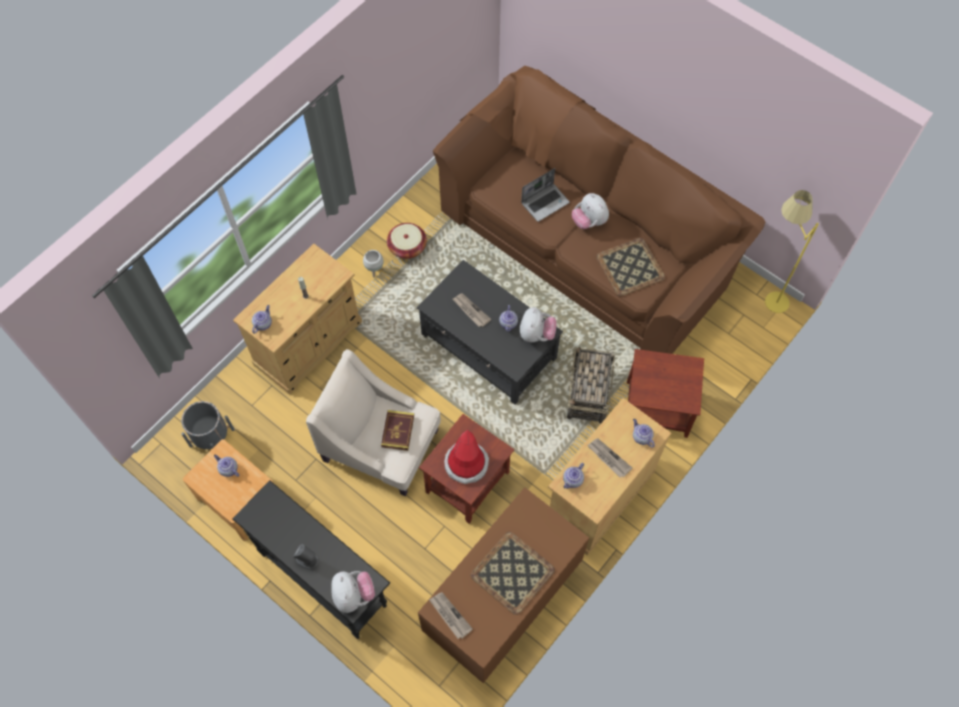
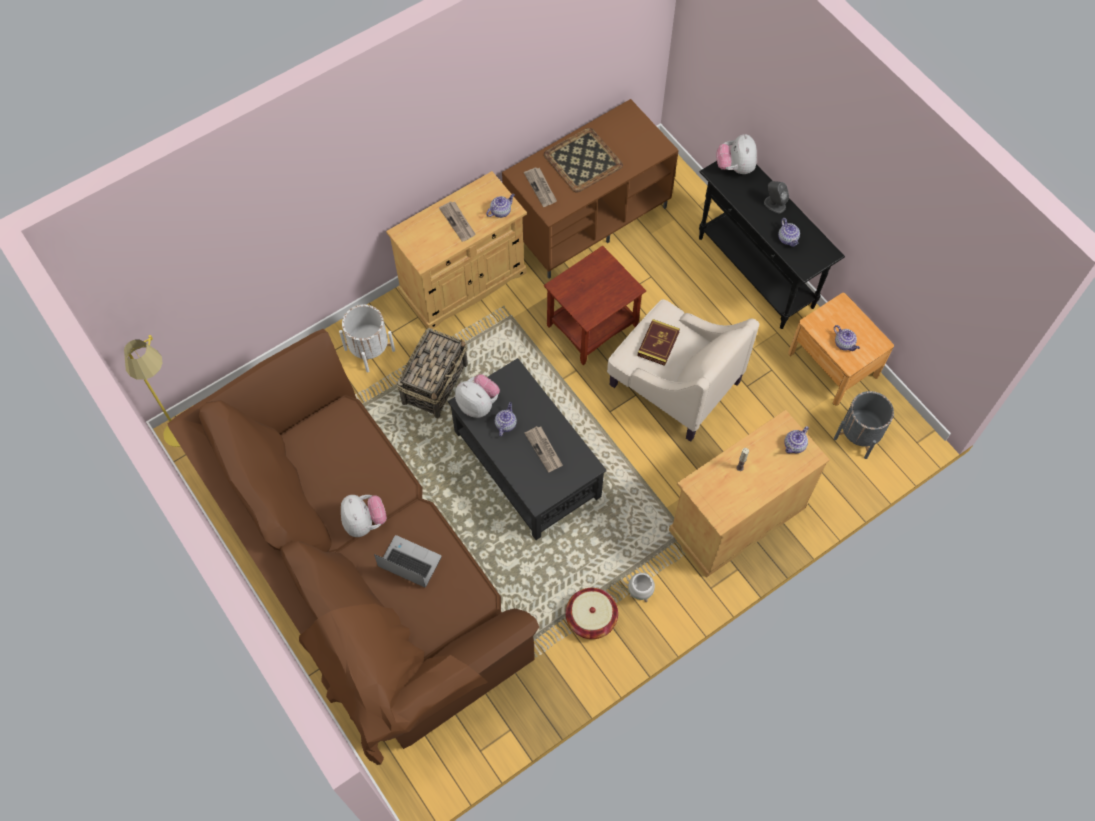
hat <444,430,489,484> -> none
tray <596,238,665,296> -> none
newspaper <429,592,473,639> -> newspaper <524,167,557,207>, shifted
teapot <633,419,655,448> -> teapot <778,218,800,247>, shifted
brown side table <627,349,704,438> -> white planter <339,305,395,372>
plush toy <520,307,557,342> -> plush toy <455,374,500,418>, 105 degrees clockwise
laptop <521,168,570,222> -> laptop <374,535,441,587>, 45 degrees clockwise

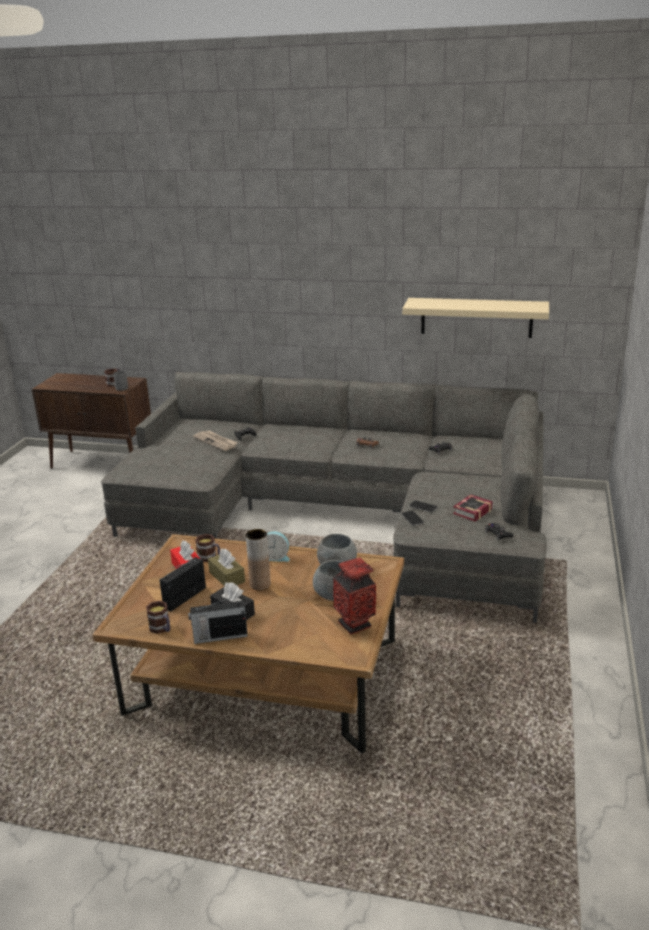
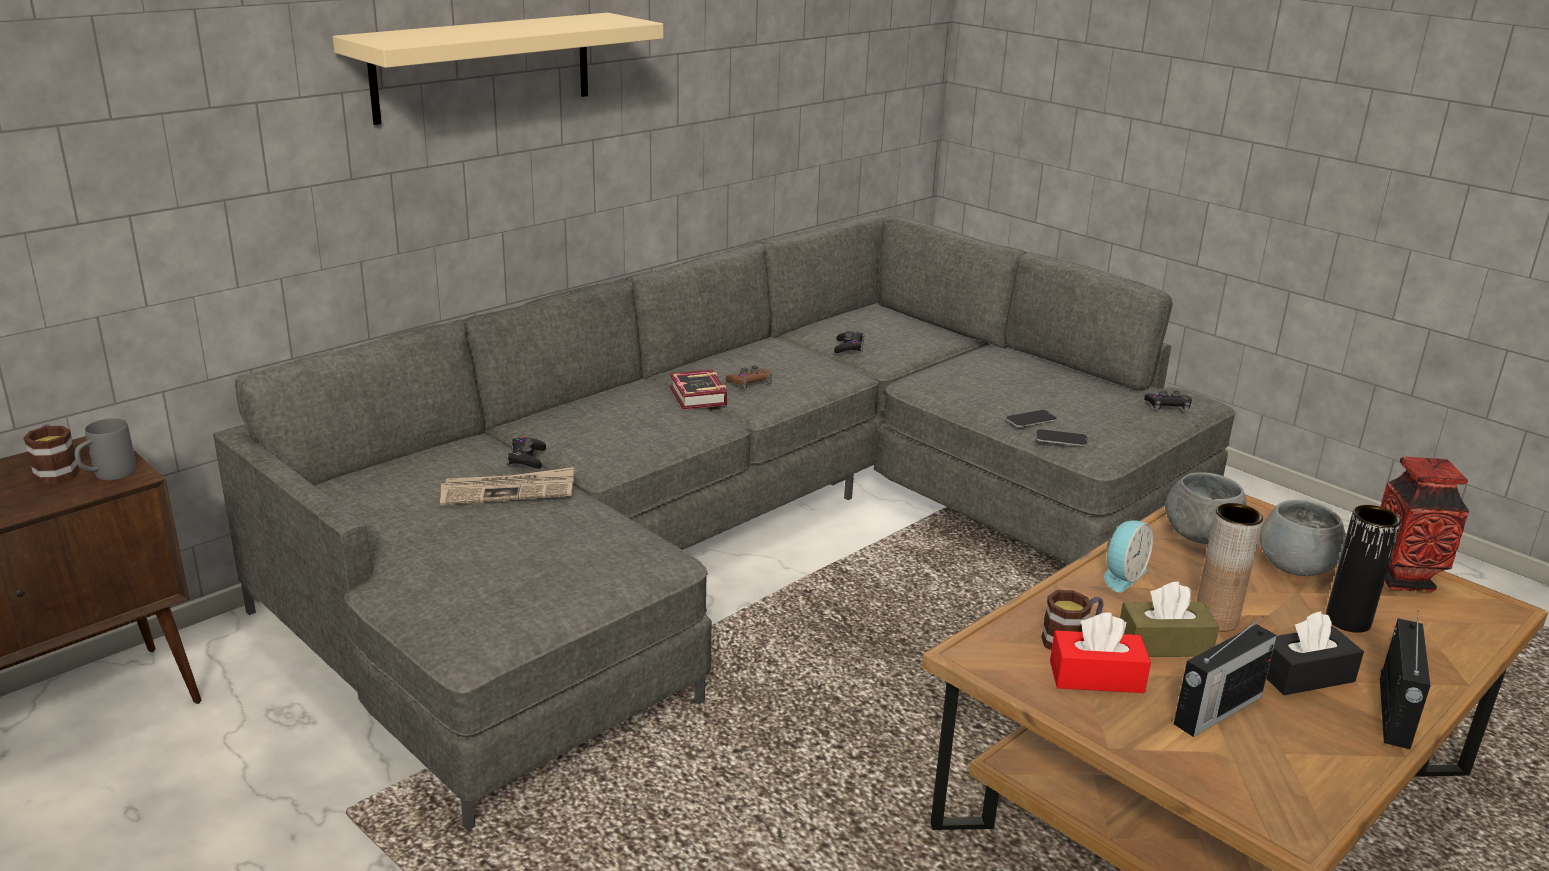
mug <146,601,170,634> -> none
none -> black vase <1326,505,1401,633>
beige shelf <402,298,549,338> -> beige shelf <333,13,663,125>, shifted
book <453,494,493,522> -> book <670,370,727,410>, shifted
radio <159,557,206,612> -> radio <1174,616,1277,737>, 105 degrees counterclockwise

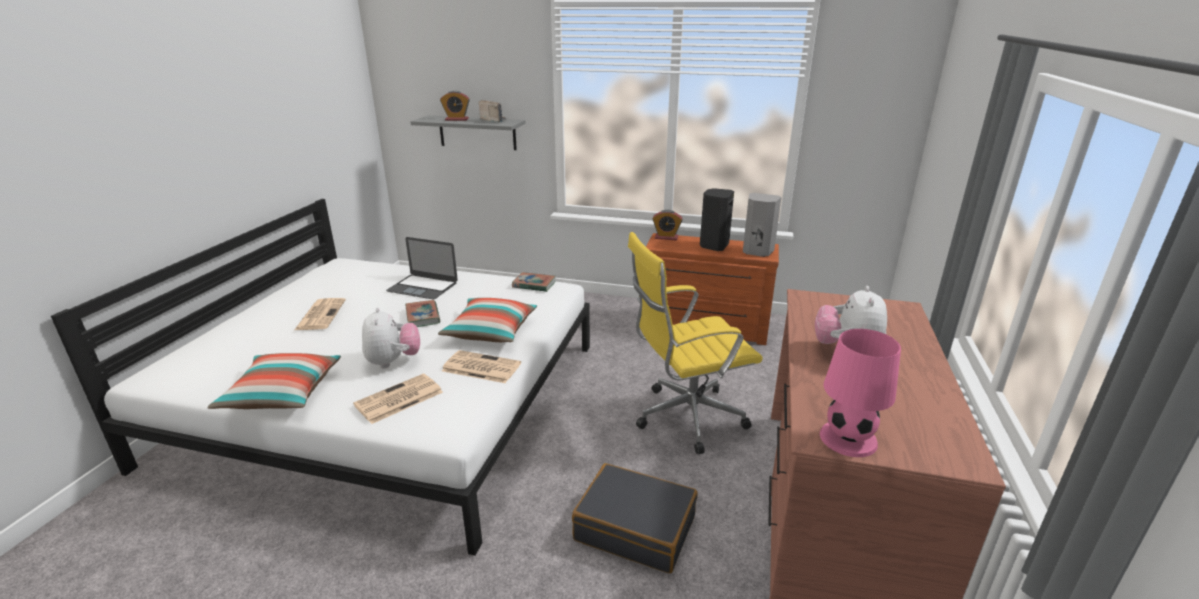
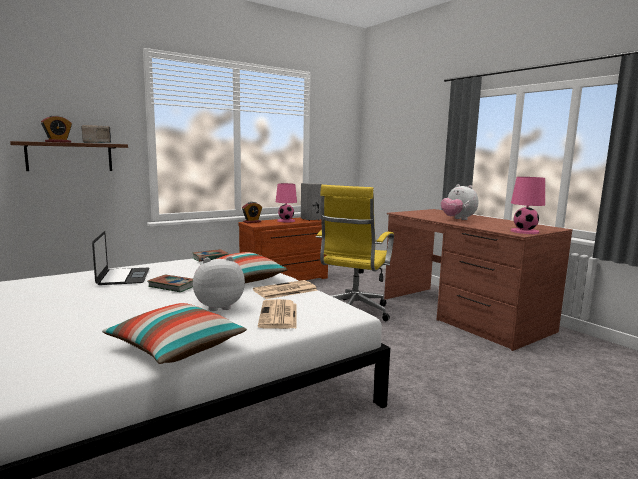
newspaper <295,298,346,330> -> none
black suitcase <572,463,698,573> -> none
black speaker <700,188,734,251> -> pink table lamp <276,183,297,222>
grey shelf <410,115,526,150> -> brown shelf <10,141,128,171>
plush toy <362,307,420,369> -> plush toy <193,256,245,311>, 45 degrees counterclockwise
laptop <386,237,458,299> -> laptop <92,231,149,285>, 75 degrees counterclockwise

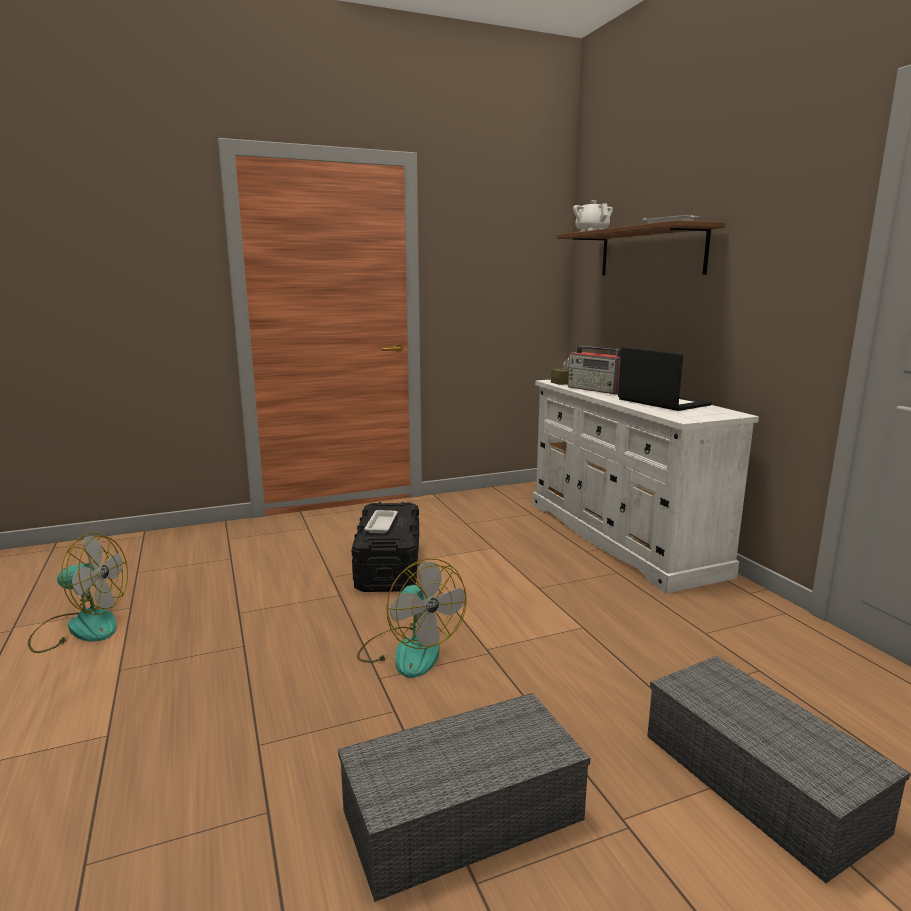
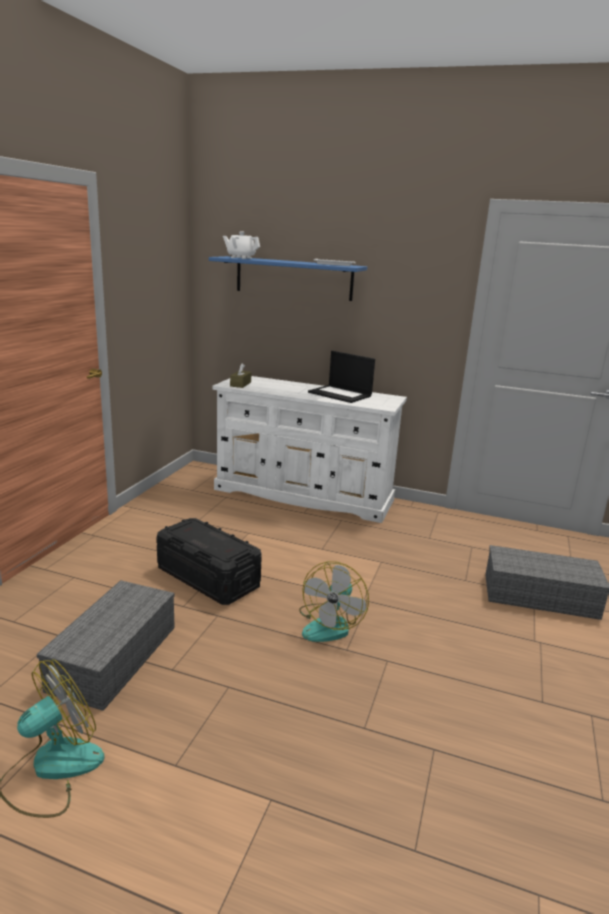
white tray <364,510,398,533> -> none
radio <568,346,621,395> -> none
grey storage box <338,693,590,902> -> grey storage box <37,580,175,711>, shifted
brown shelf <557,220,725,275> -> blue shelf <209,256,367,301>
fan <357,558,467,678> -> fan <299,561,369,642>, 105 degrees clockwise
laptop <618,347,712,411> -> laptop <308,351,375,403>, 150 degrees counterclockwise

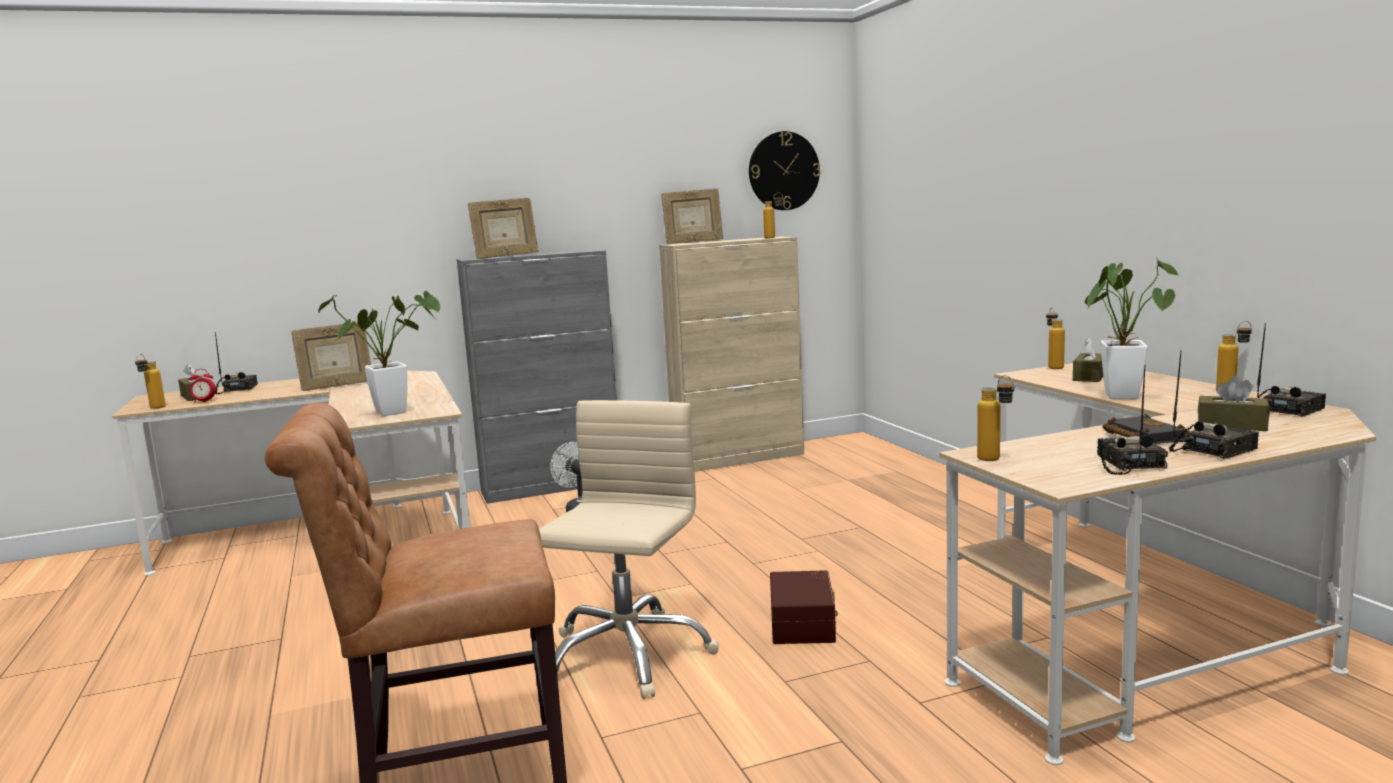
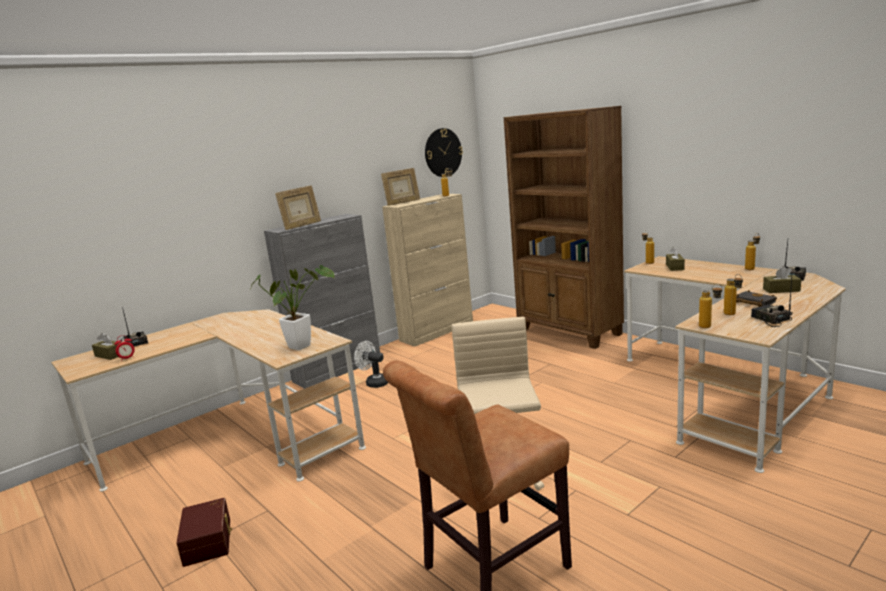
picture frame <291,322,371,391> -> none
potted plant <1085,257,1178,399> -> none
radio <1169,350,1259,459> -> none
none -> brown bookcase <504,106,624,349>
bottle <135,354,166,409> -> bottle <724,274,743,315>, shifted
brown storage box <770,570,838,644> -> brown storage box <176,498,232,567>, shifted

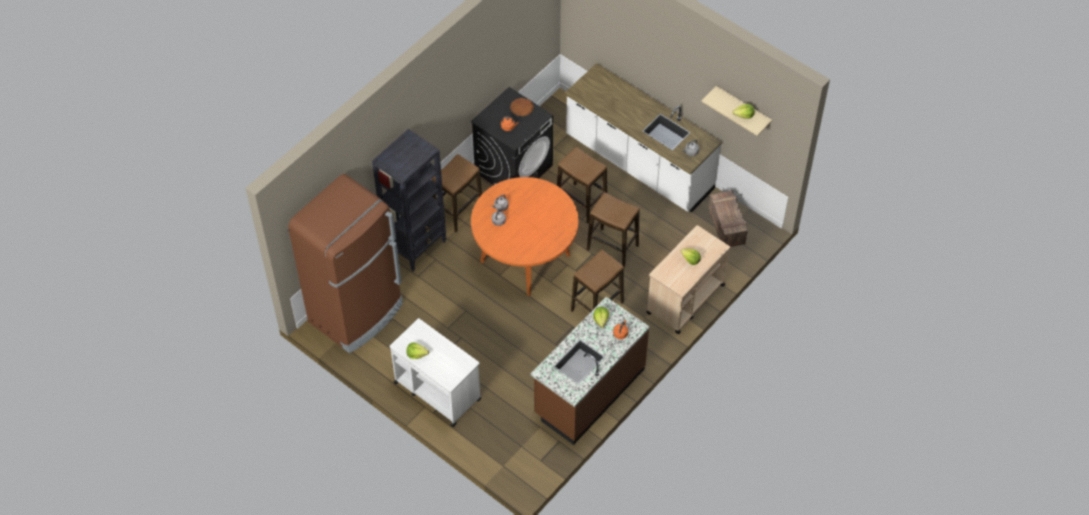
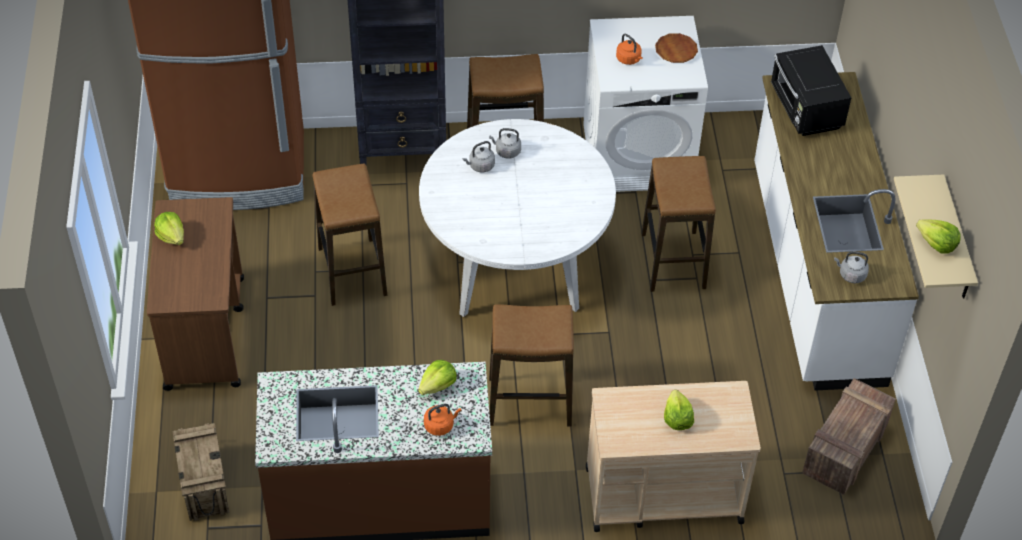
none -> crate <172,423,229,521>
none -> black microwave <771,45,851,136>
stool <587,192,639,267> -> stool <312,163,387,306>, shifted
white cart <390,318,481,427> -> brown cart <147,197,244,391>
black washing machine <471,87,553,185> -> white washing machine <583,16,708,192>
orange dining table <471,177,578,296> -> white dining table <419,119,616,317>

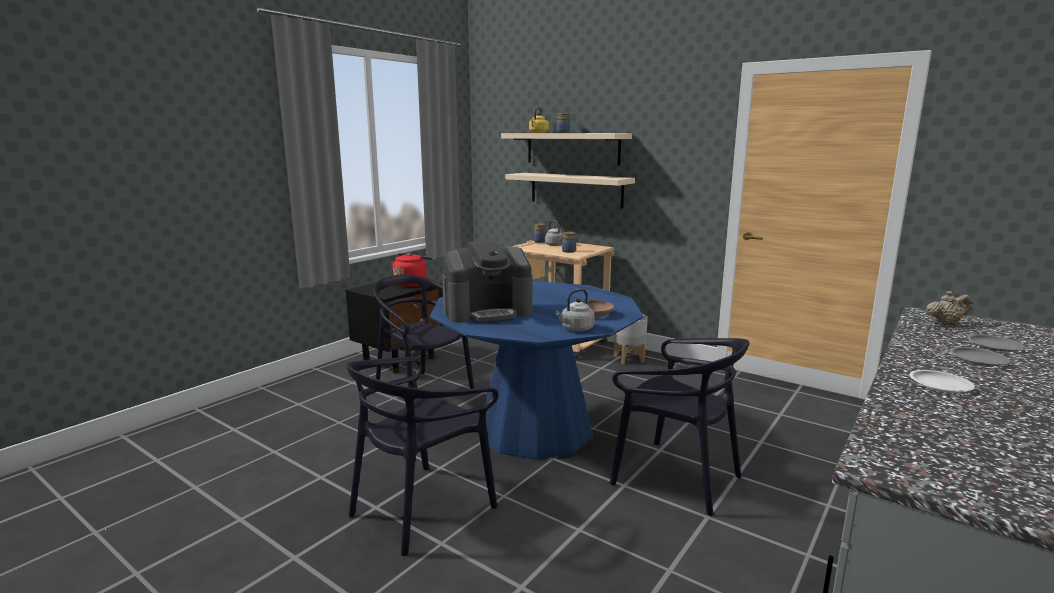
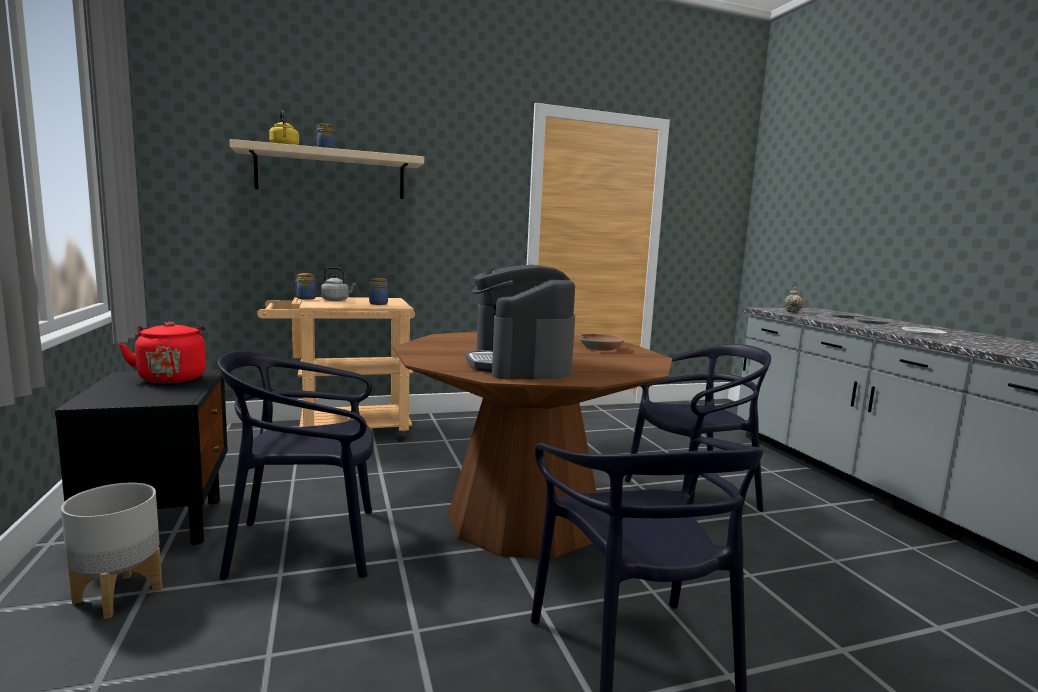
beige shelf <505,173,635,209> -> none
grey kettle <555,289,595,331> -> none
grey planter <613,314,648,364> -> grey planter <61,483,162,619>, shifted
blue dining table <429,281,644,460> -> brown dining table <393,331,672,558>
coffee machine <442,240,532,323> -> coffee machine <466,265,575,380>, 150 degrees clockwise

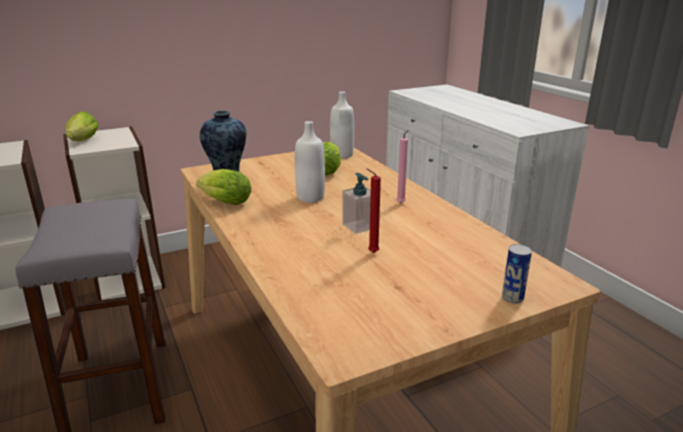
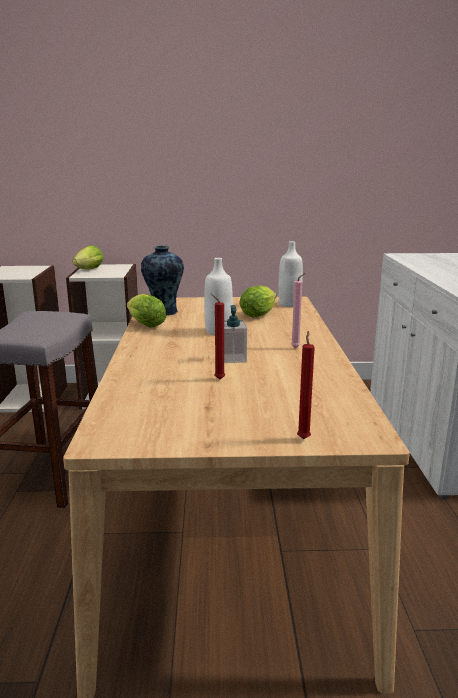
can <502,244,532,304> -> red candle <297,331,315,439>

